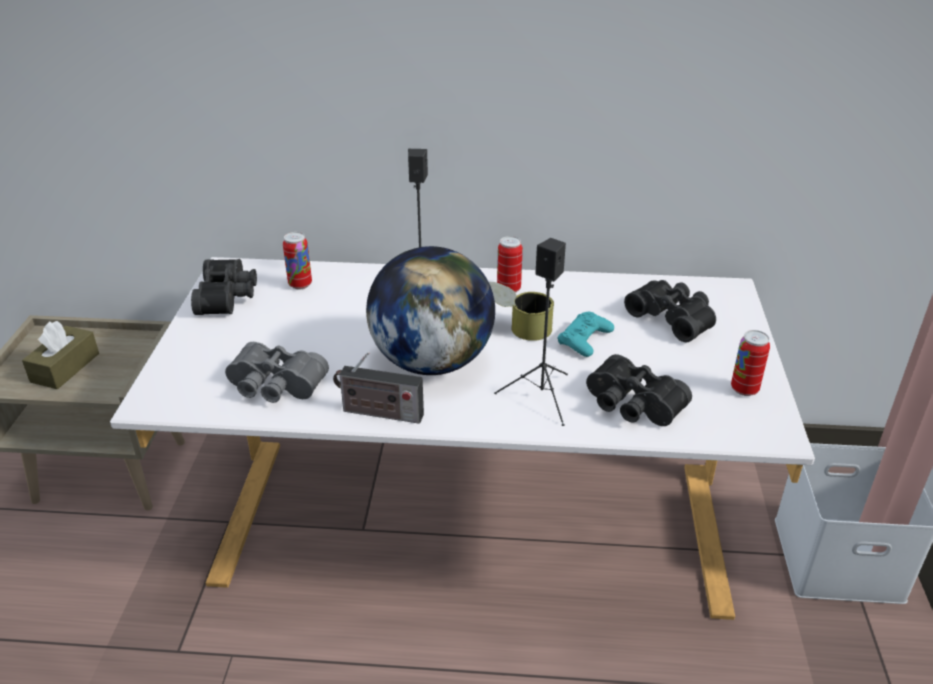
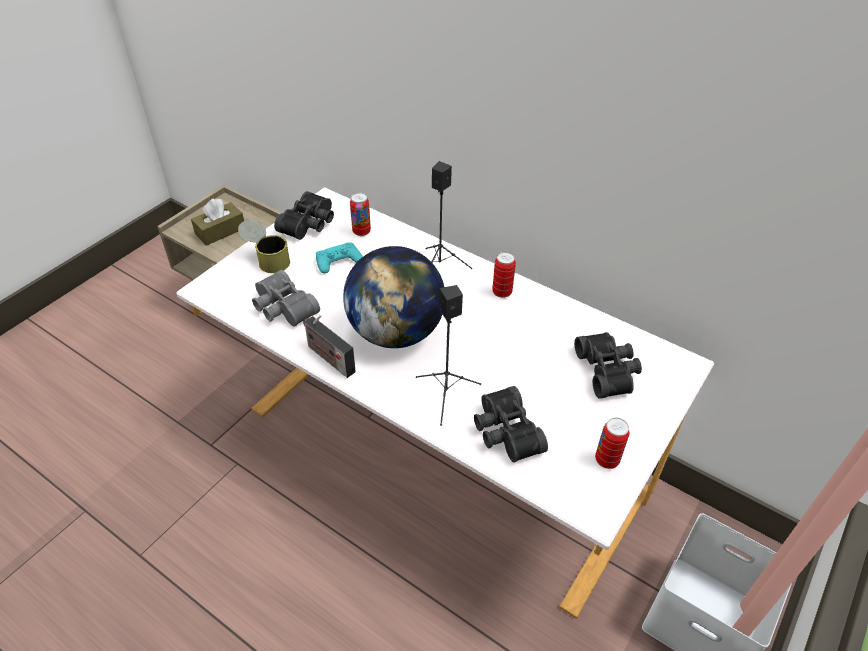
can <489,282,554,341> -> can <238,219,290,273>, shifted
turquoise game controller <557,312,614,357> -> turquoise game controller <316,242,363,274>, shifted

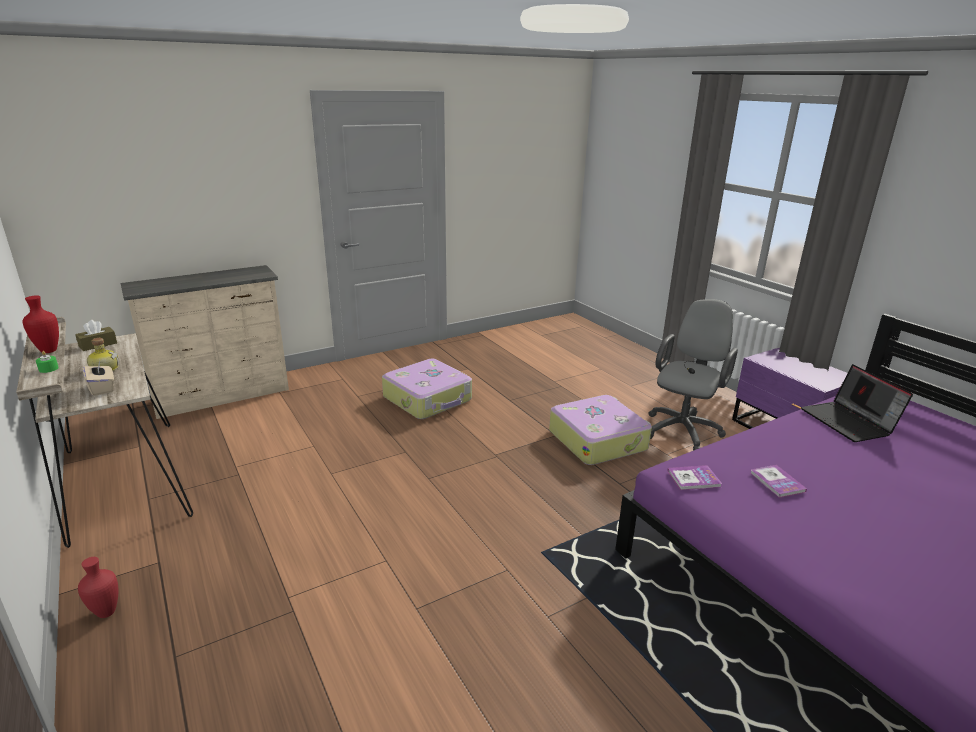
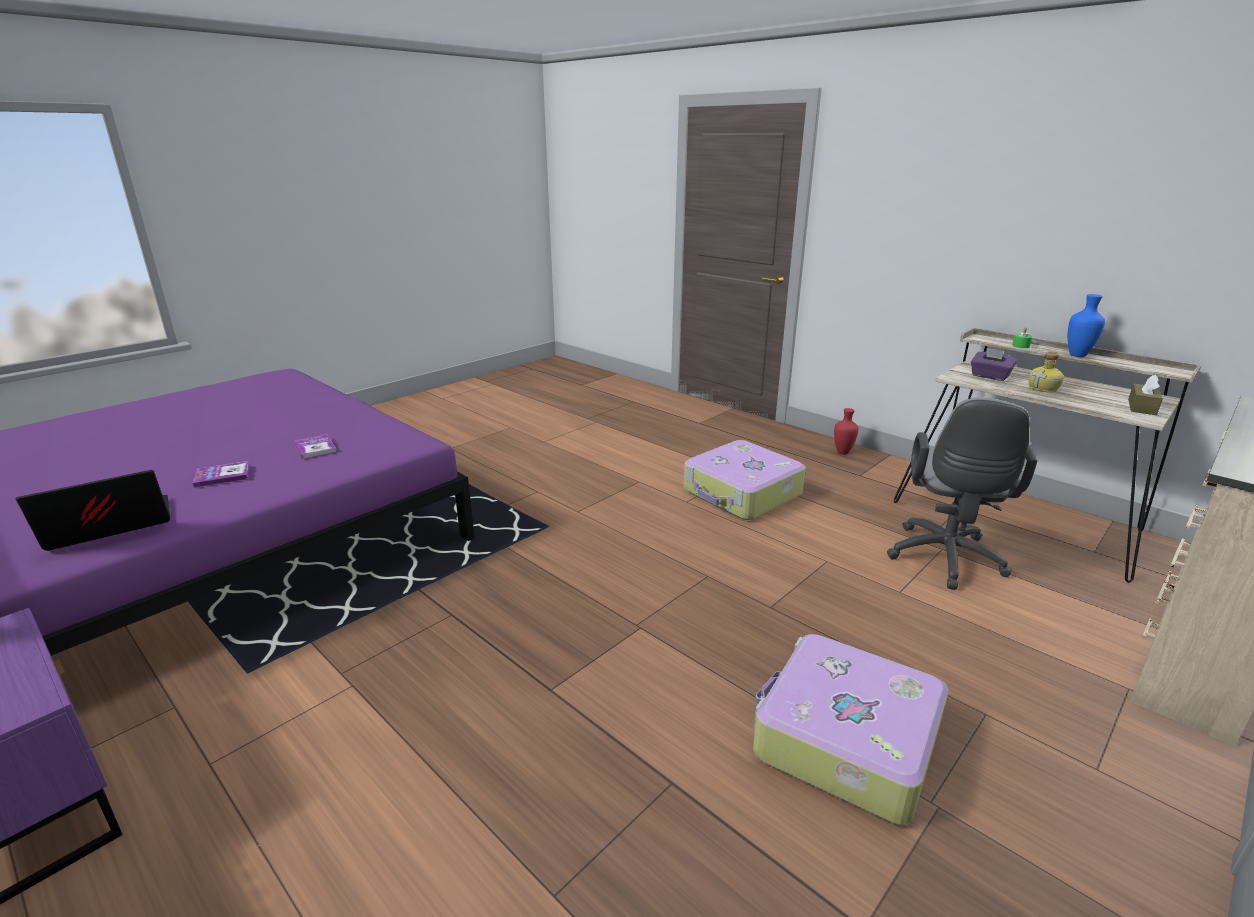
suitcase <549,395,652,465> -> suitcase <684,440,806,520>, shifted
grey office chair <648,299,738,451> -> grey office chair <887,397,1037,590>, shifted
book <667,465,722,490> -> book <193,461,250,487>, shifted
red vase <22,296,59,353> -> blue vase <1067,294,1105,357>
beige tissue box <83,360,114,396> -> purple tissue box <971,348,1017,381>
laptop <801,364,913,442> -> laptop <16,470,170,551>, 90 degrees counterclockwise

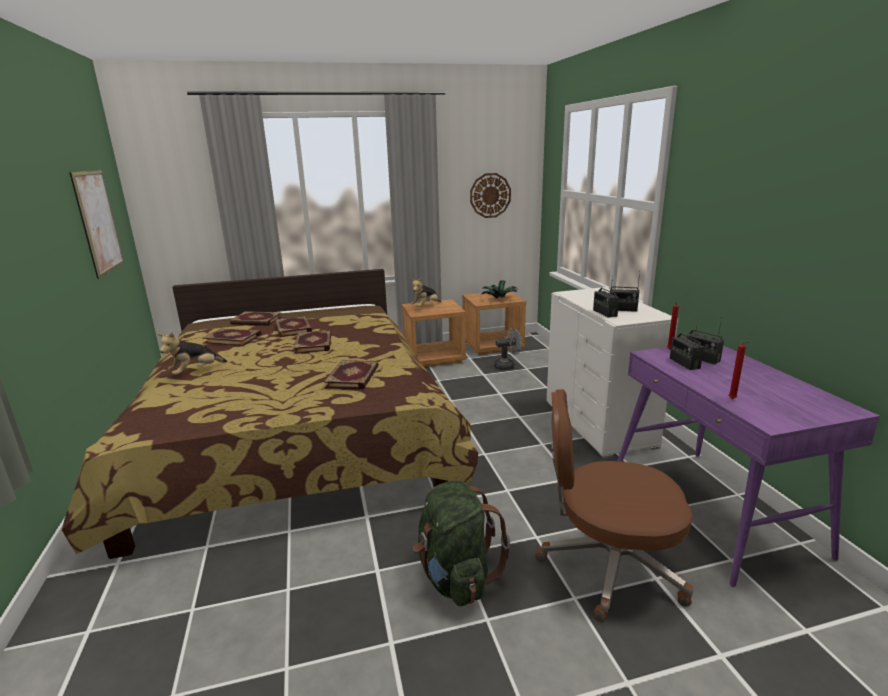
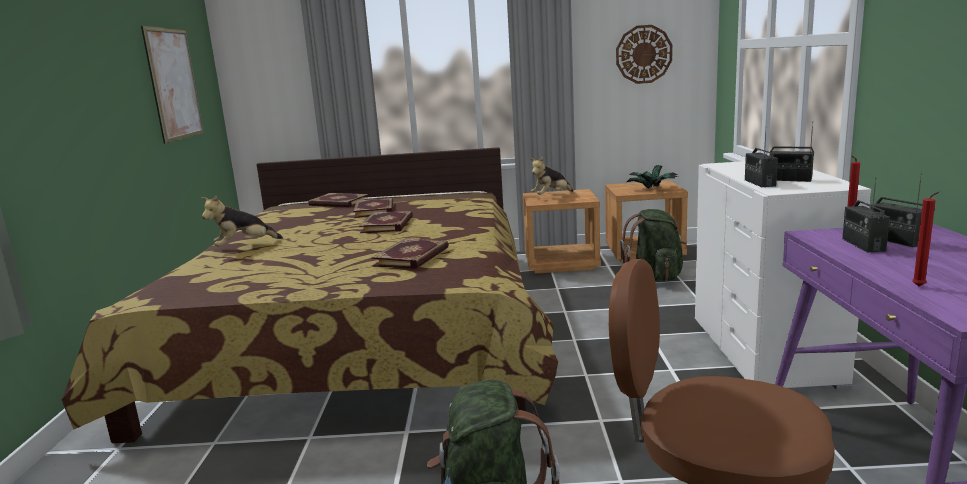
book <202,328,261,346> -> none
grey fan <494,328,522,370> -> green backpack <620,209,687,281>

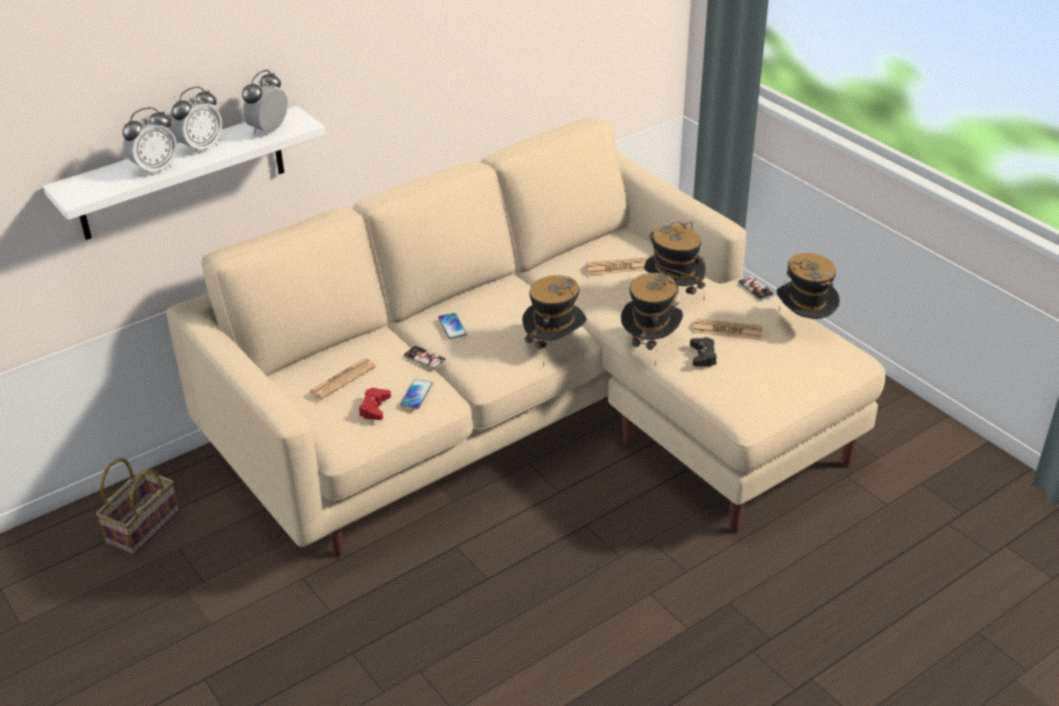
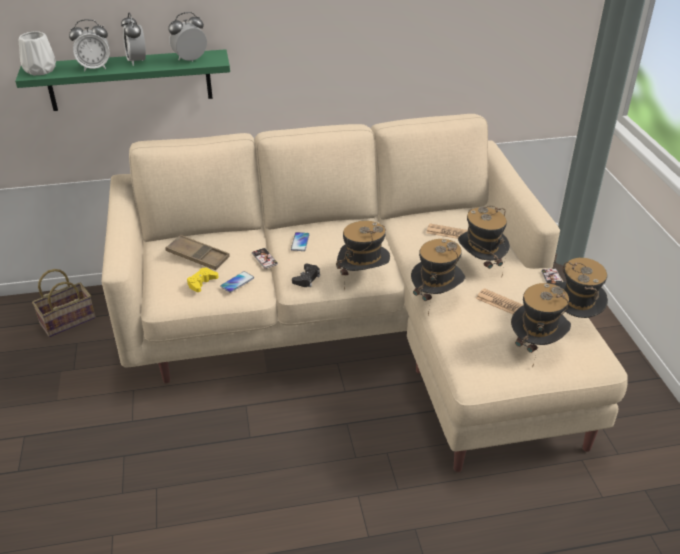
none -> white vase <19,31,56,75>
none -> hat <511,283,571,368>
black game controller <690,337,717,367> -> black game controller <292,263,320,287>, shifted
newspaper <309,358,376,399> -> brown tray <165,235,230,270>
white shelf <43,106,326,240> -> green shelf <15,49,230,111>
red game controller <359,388,391,420> -> yellow game controller <187,268,219,292>
alarm clock <171,87,222,155> -> alarm clock <121,13,146,66>, 90 degrees clockwise

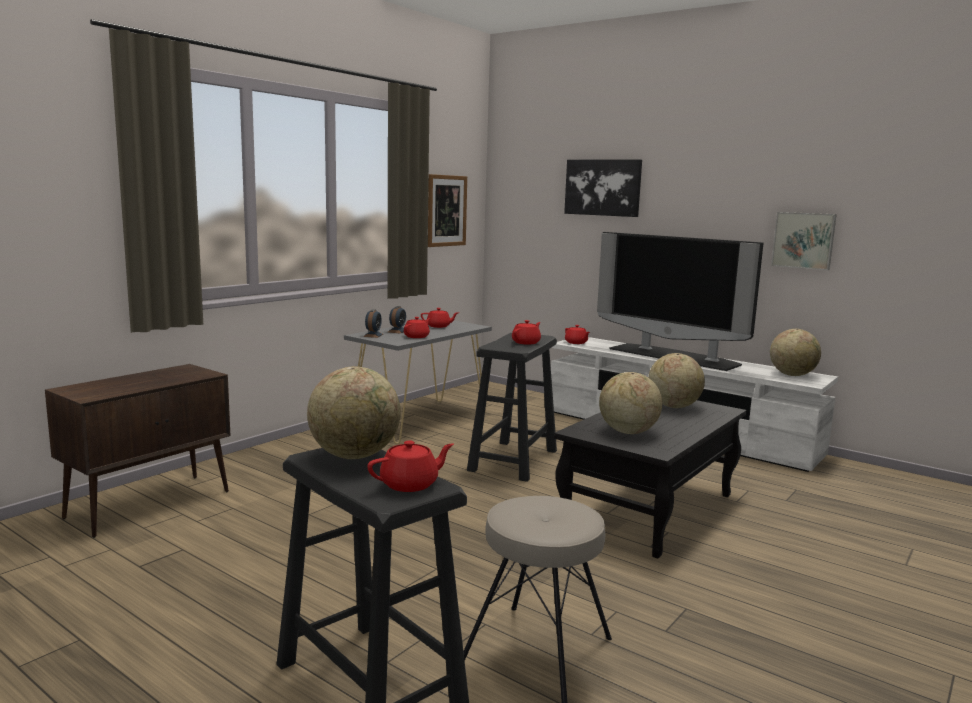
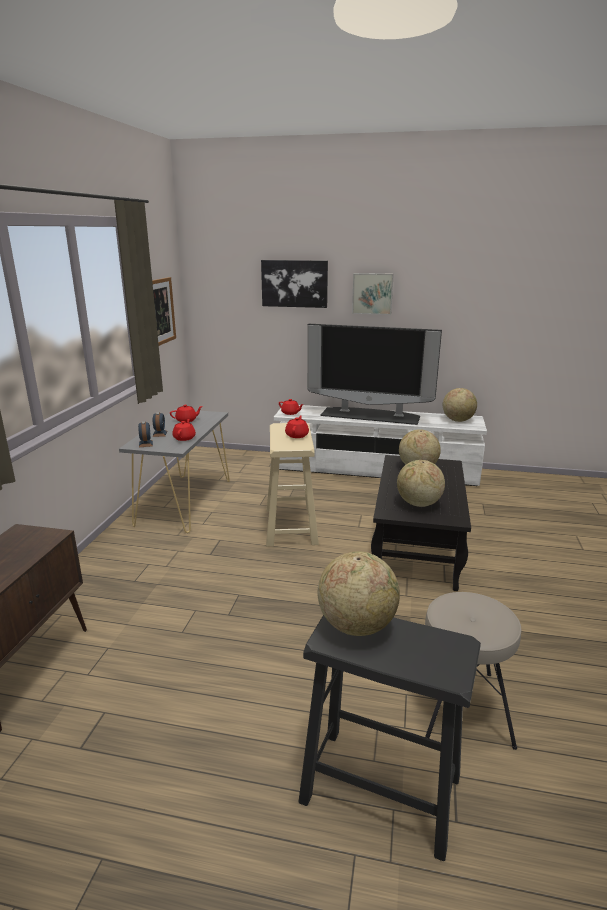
red teapot <367,440,454,492> -> none
picture <771,212,837,270> -> picture <352,273,394,315>, shifted
black stool <467,333,557,482> -> beige stool <266,423,319,547>

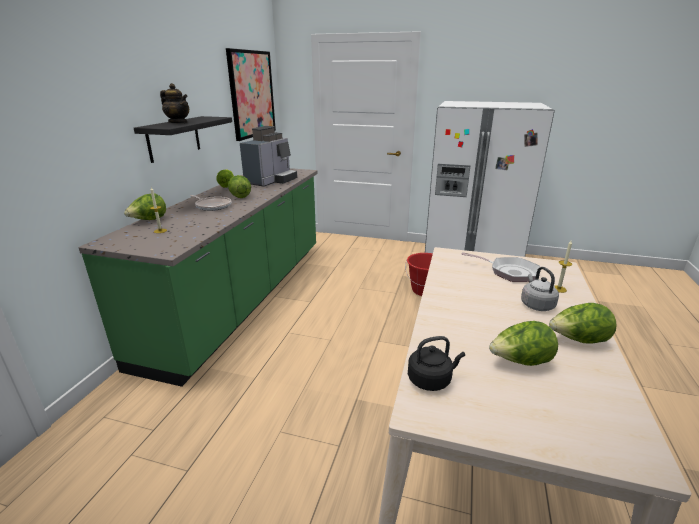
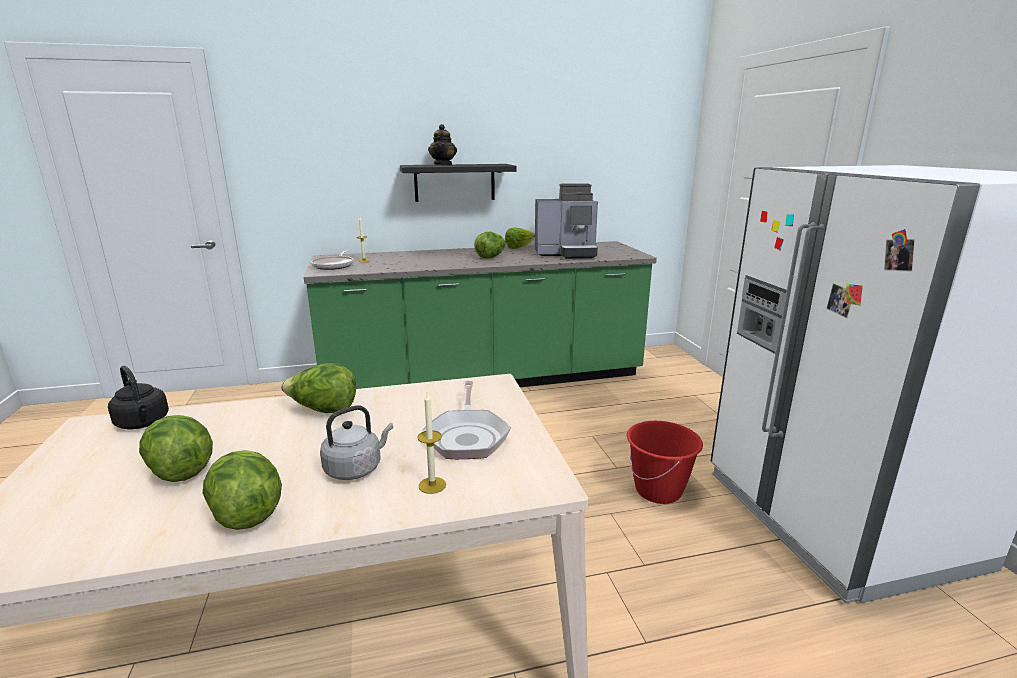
picture <226,48,276,141> -> none
lettuce <124,194,166,220> -> lettuce <281,363,356,413>, shifted
frying pan <190,195,231,211> -> frying pan <311,251,354,270>, shifted

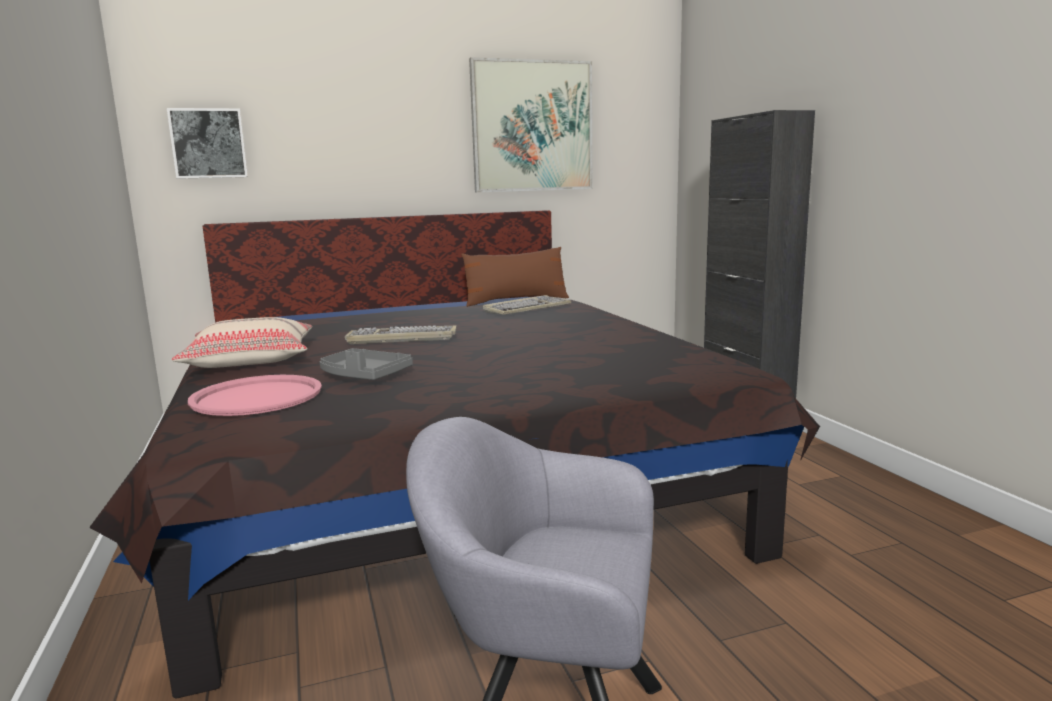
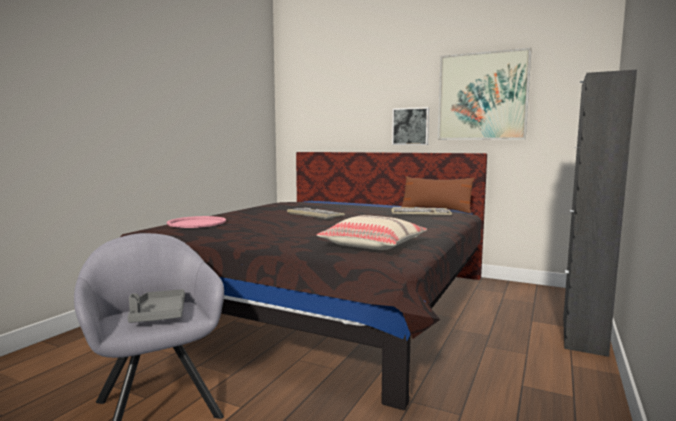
picture <167,108,248,179> -> picture <392,107,429,145>, shifted
beige pillow <171,317,312,368> -> beige pillow <317,215,427,250>, shifted
grey tray <319,348,413,380> -> grey tray <127,289,185,323>, shifted

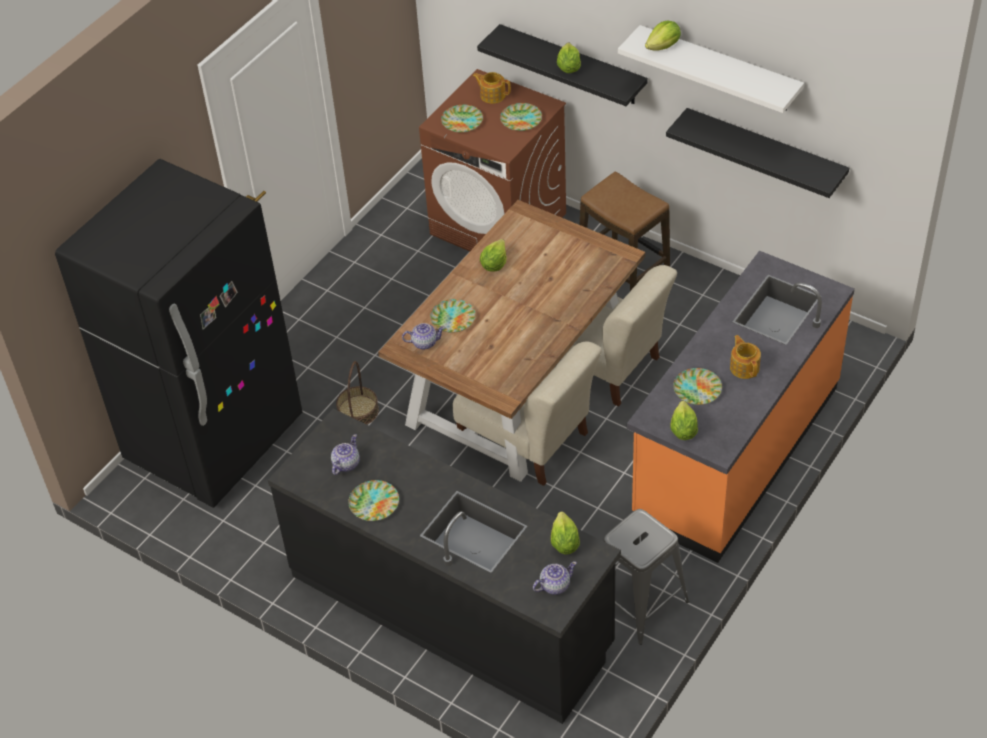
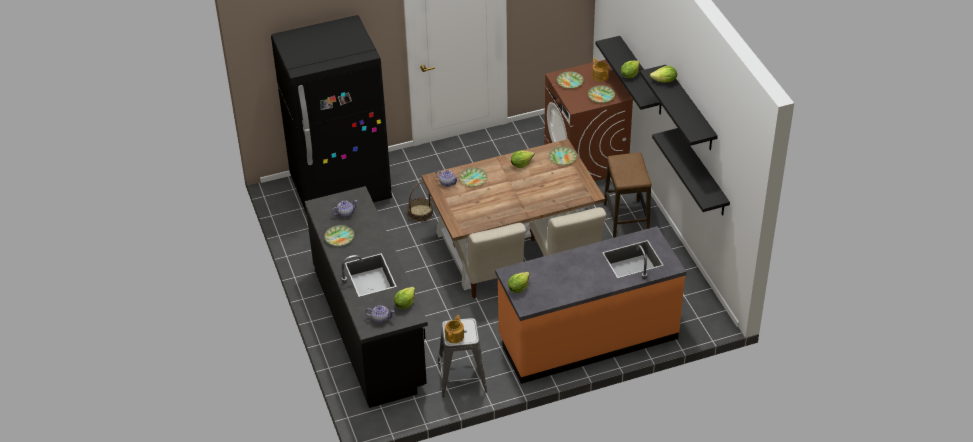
plate <673,368,722,405> -> plate <549,147,577,165>, shifted
teapot <730,335,761,379> -> teapot <445,315,464,343>, shifted
white shelf <618,25,804,113> -> black shelf <640,65,718,150>

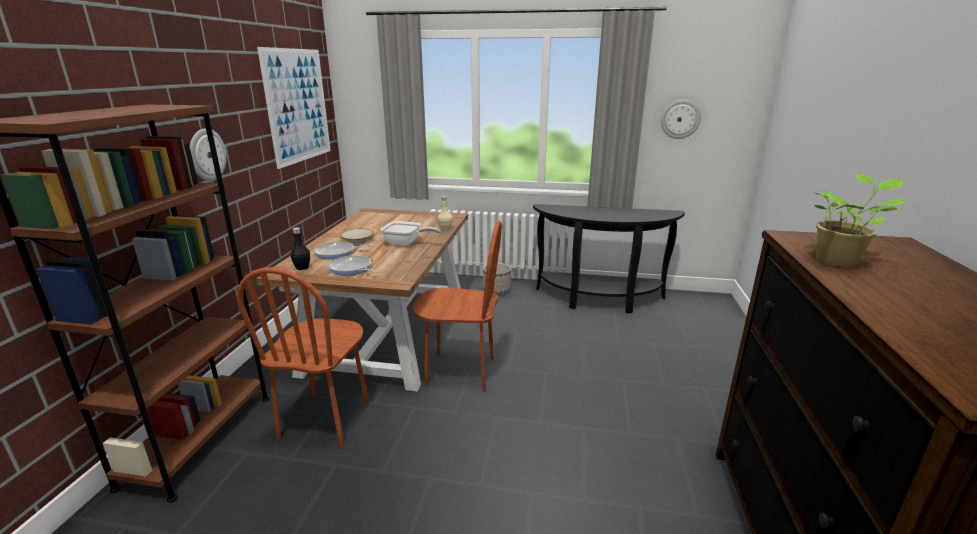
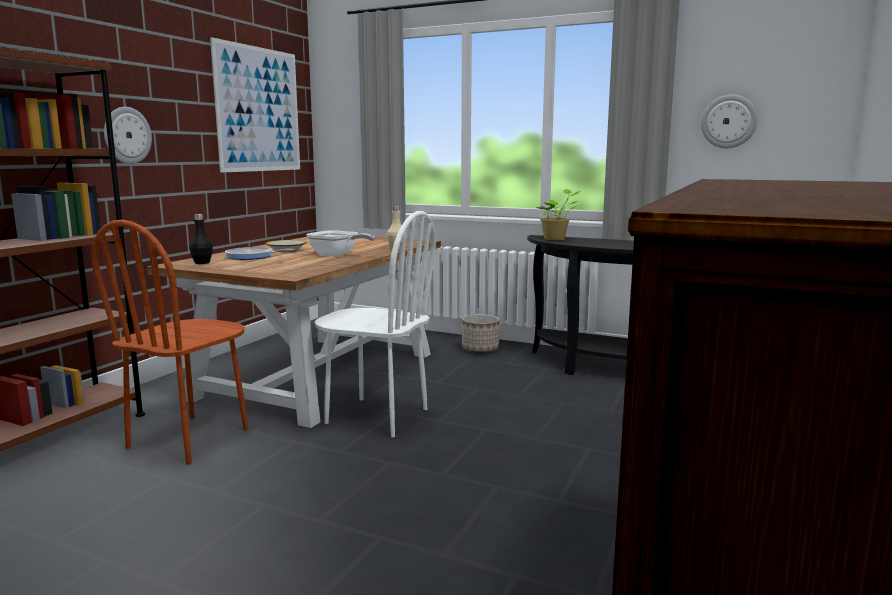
frying pan <328,255,378,275> -> none
potted plant <814,173,908,267> -> potted plant <536,189,581,240>, shifted
brown chair <412,221,502,392> -> white chair <315,211,436,437>

